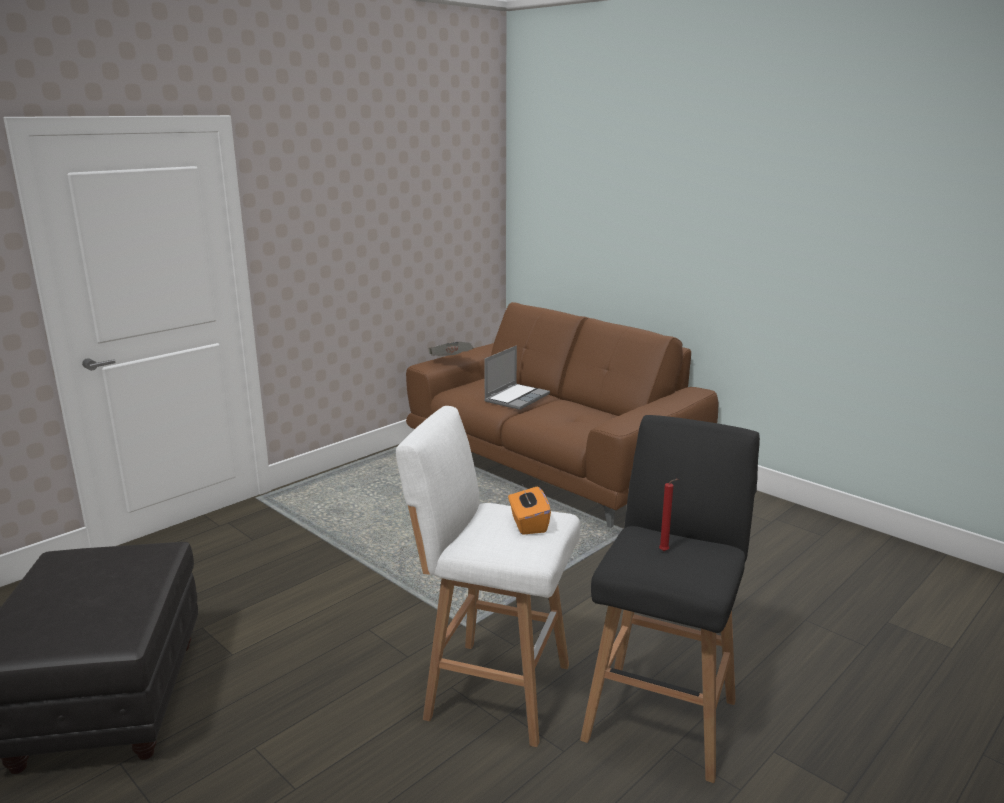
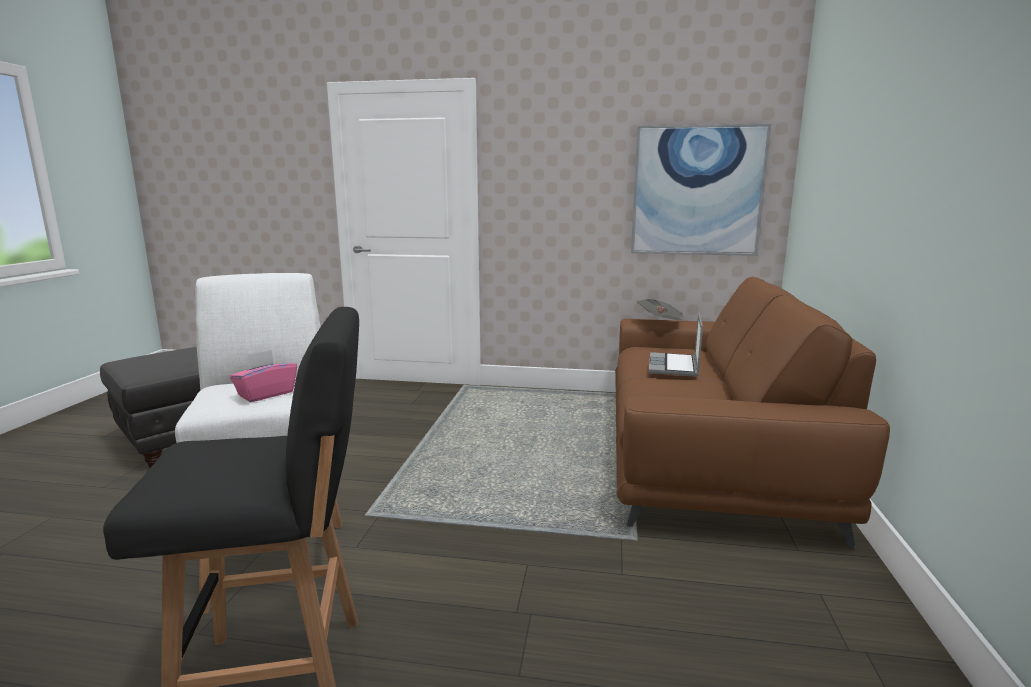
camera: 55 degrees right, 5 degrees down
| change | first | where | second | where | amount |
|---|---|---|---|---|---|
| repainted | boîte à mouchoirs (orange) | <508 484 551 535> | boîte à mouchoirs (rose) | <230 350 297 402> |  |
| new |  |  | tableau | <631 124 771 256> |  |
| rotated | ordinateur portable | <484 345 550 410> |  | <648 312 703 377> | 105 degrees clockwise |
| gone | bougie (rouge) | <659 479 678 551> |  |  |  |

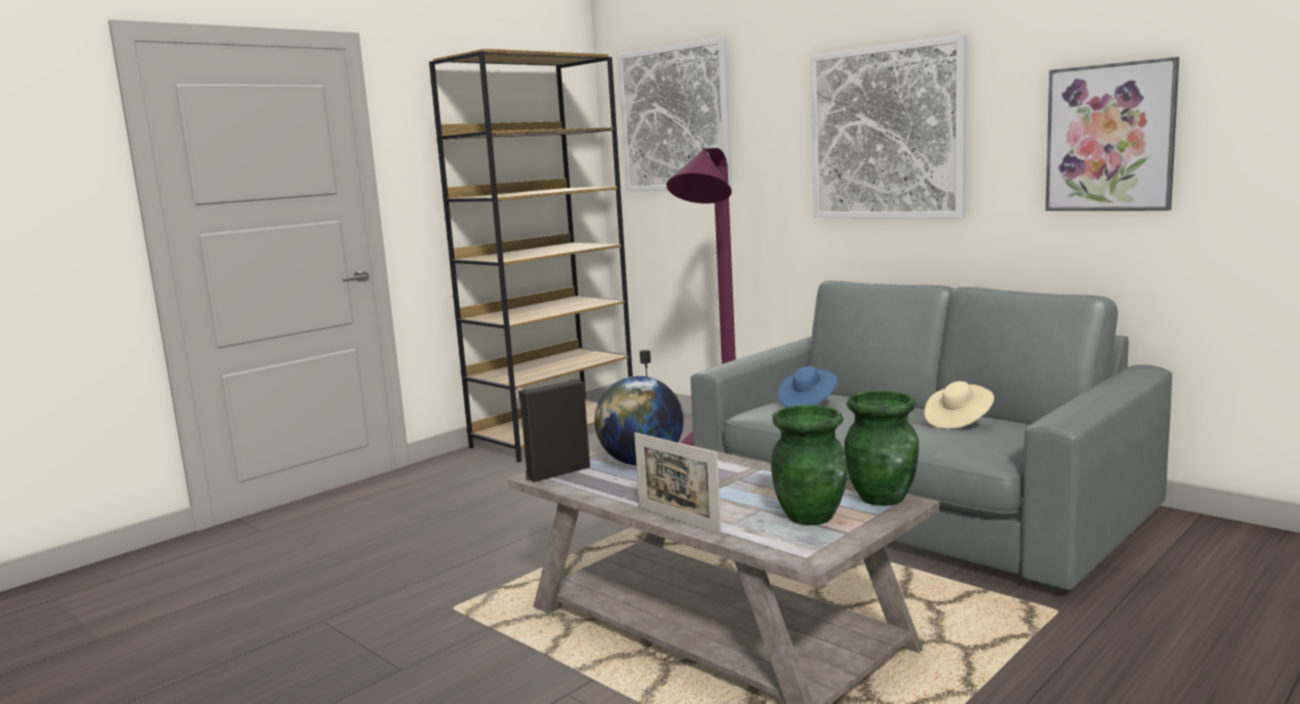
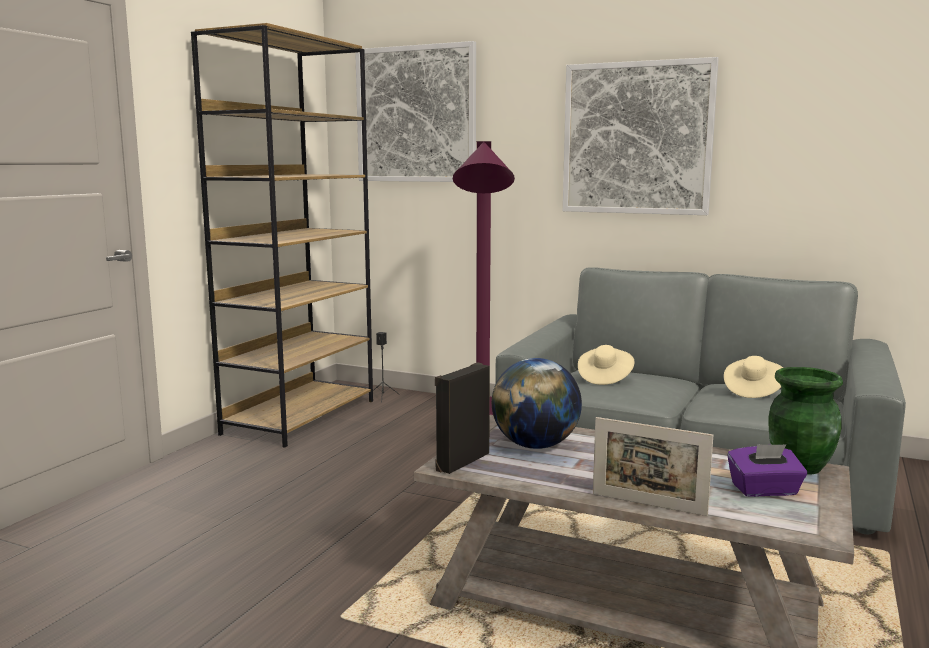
camera: 20 degrees left, 0 degrees up
| change | first | where | second | where | amount |
|---|---|---|---|---|---|
| repainted | chapeau (bleu) | <778 366 838 407> | chapeau (beige) | <578 345 634 385> |  |
| swapped | vase (vert) | <771 405 847 525> | boîte à mouchoirs (violet) | <727 444 807 497> |  |
| gone | tableau | <1045 57 1179 211> |  |  |  |

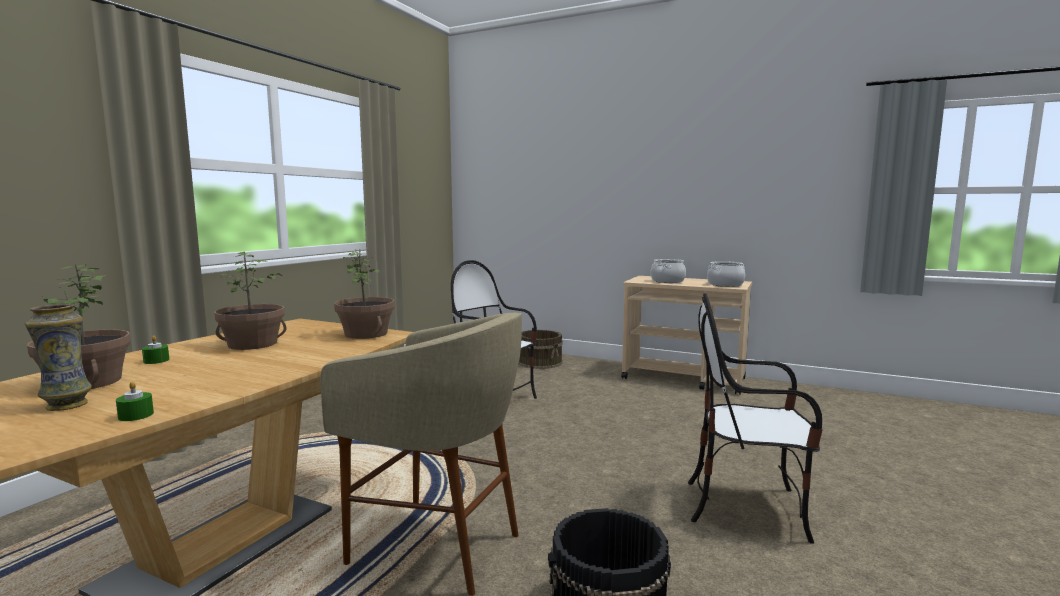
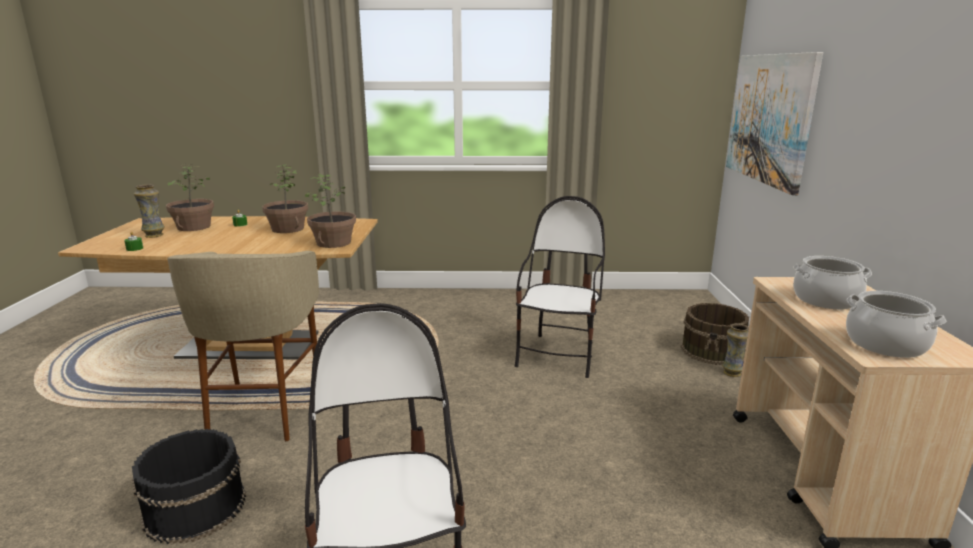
camera: 65 degrees right, 10 degrees up
| change | first | where | second | where | amount |
|---|---|---|---|---|---|
| new |  |  | vase | <722 323 749 377> |  |
| new |  |  | tableau | <726 52 823 195> |  |

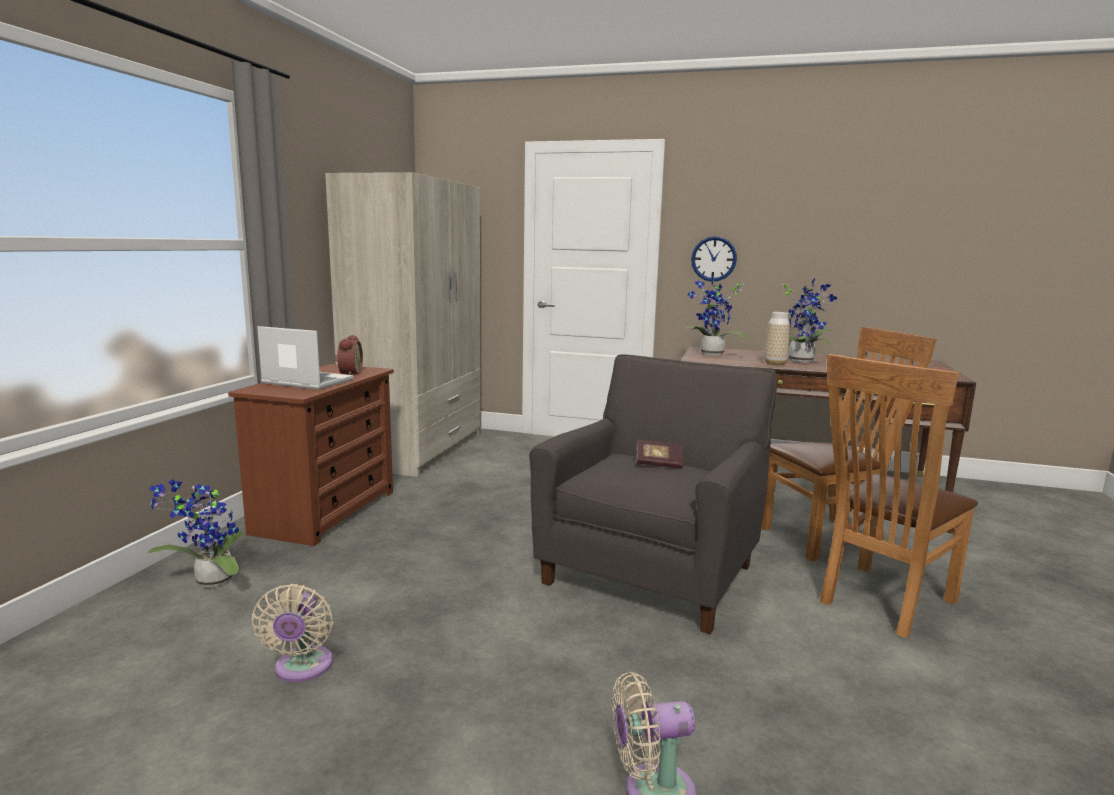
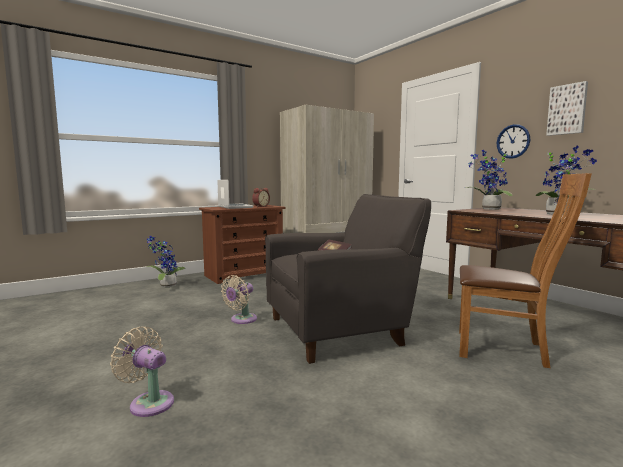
camera: 40 degrees right, 5 degrees down
| change | first | where | second | where | amount |
|---|---|---|---|---|---|
| shifted | ventilateur (beige) | <251 584 333 682> |  | <221 275 257 324> |  |
| new |  |  | tableau | <546 81 588 136> |  |
| gone | vase | <764 312 790 365> |  |  |  |
| gone | chaise (marron) | <820 354 978 638> |  |  |  |

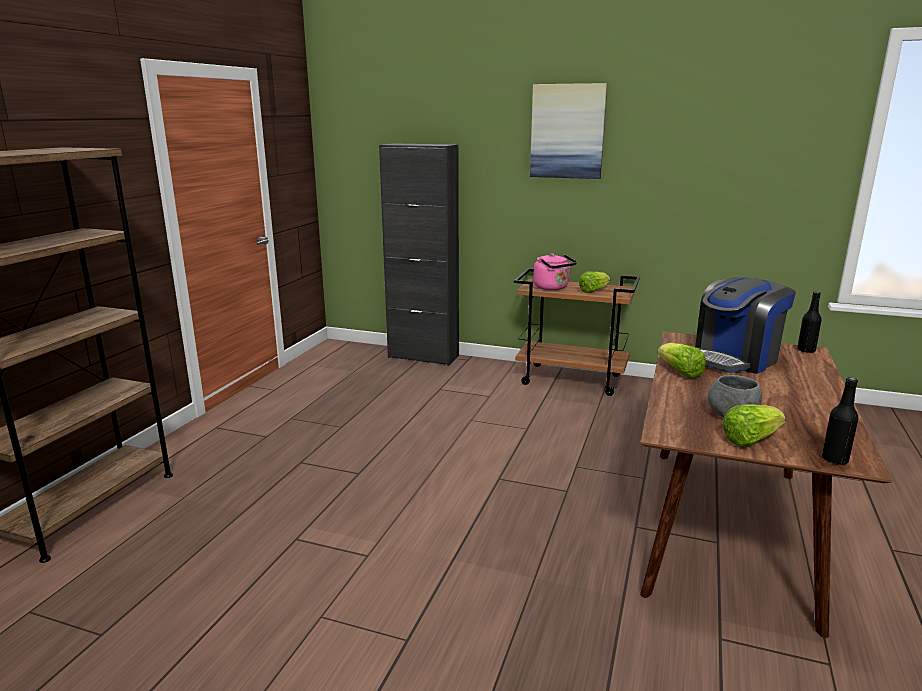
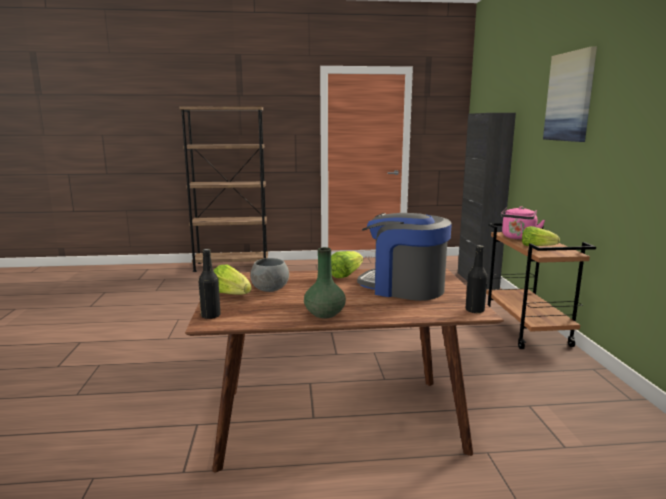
camera: 65 degrees right, 5 degrees down
| change | first | where | second | where | amount |
|---|---|---|---|---|---|
| new |  |  | vase (vert) | <304 247 346 318> |  |

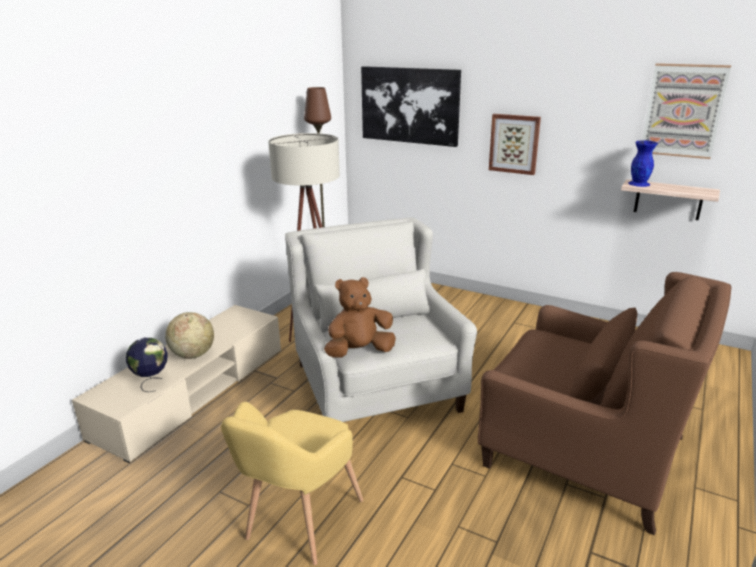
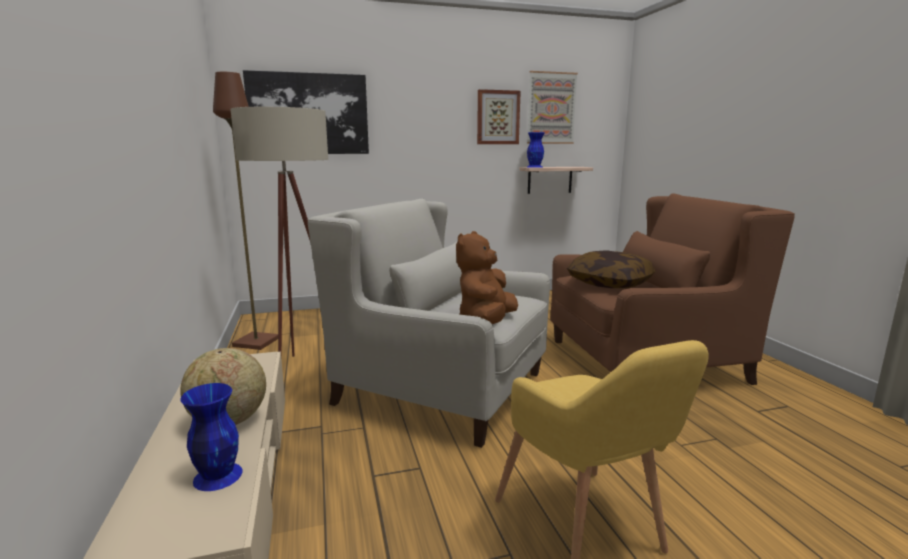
camera: 45 degrees left, 10 degrees down
| change | first | where | second | where | amount |
|---|---|---|---|---|---|
| swapped | globe | <126 338 168 392> | vase (bleu) | <180 383 243 491> |  |
| shifted | tableau | <489 114 541 175> |  | <477 89 521 144> |  |
| new |  |  | coussin | <567 250 655 288> |  |

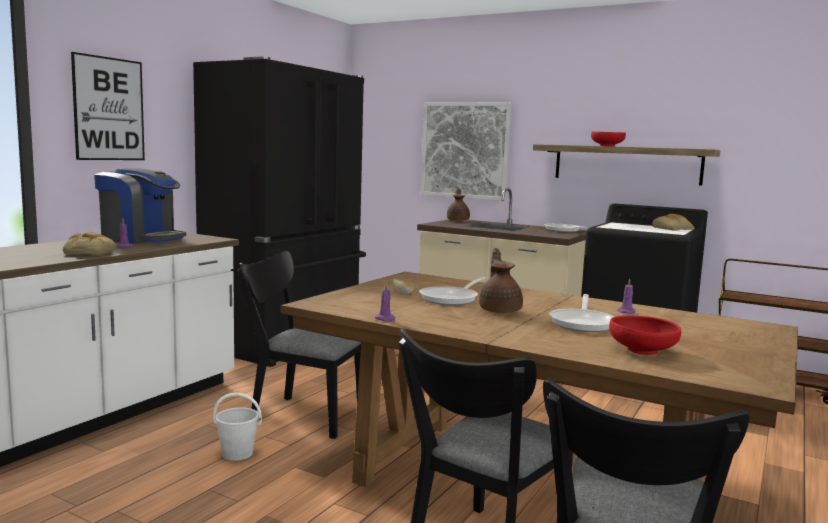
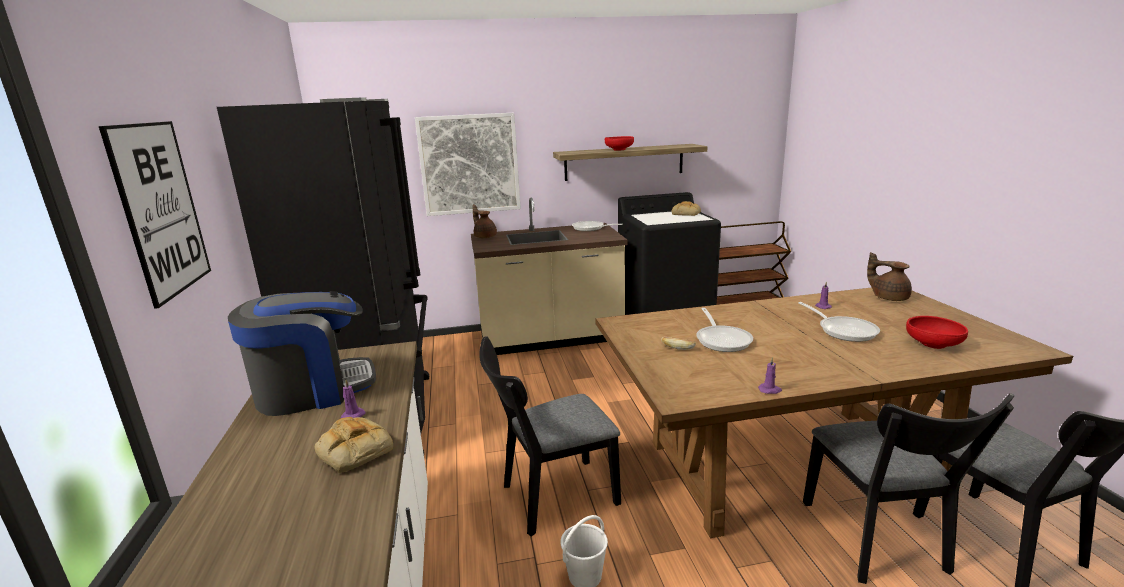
camera: 40 degrees left, 10 degrees up
| change | first | where | second | where | amount |
|---|---|---|---|---|---|
| shifted | théière (marron) | <479 248 523 313> |  | <867 252 912 301> |  |

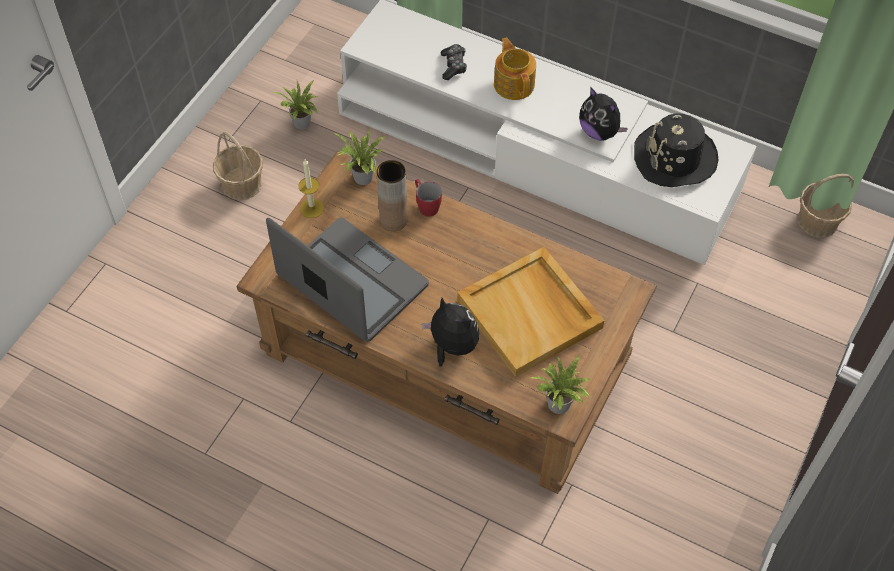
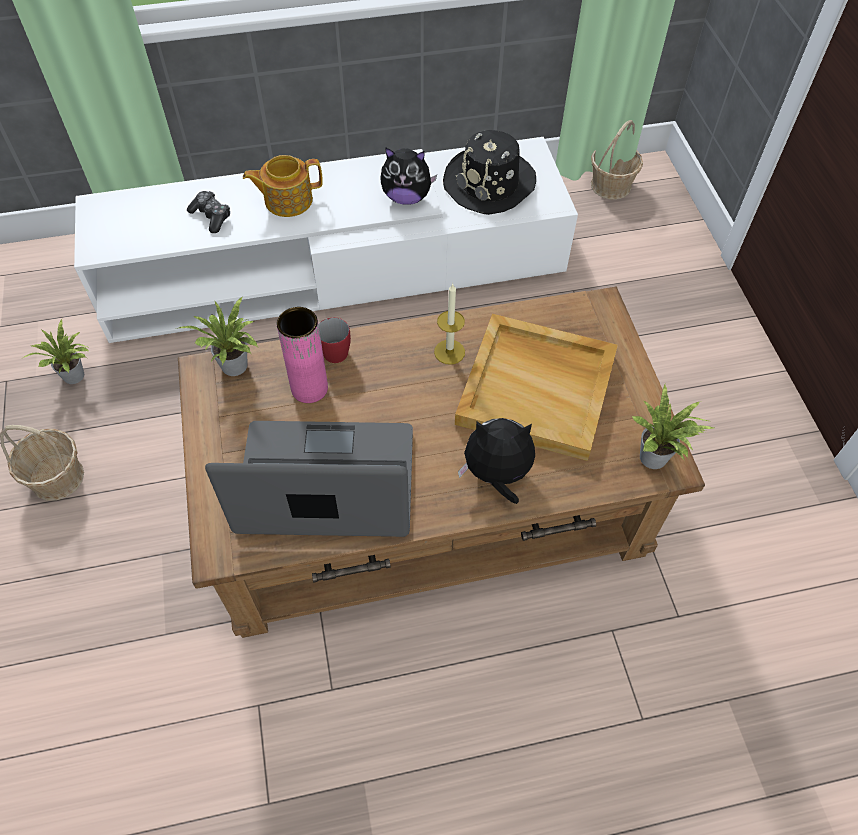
camera: 40 degrees left, 0 degrees up
| change | first | where | second | where | amount |
|---|---|---|---|---|---|
| rotated | théière | <494 37 536 100> |  | <243 155 323 217> | 45 degrees counterclockwise |
| repainted | vase (marron) | <377 160 408 231> | vase (rose) | <277 307 328 403> |  |
| shifted | bougie | <298 159 324 218> |  | <434 283 465 365> |  |

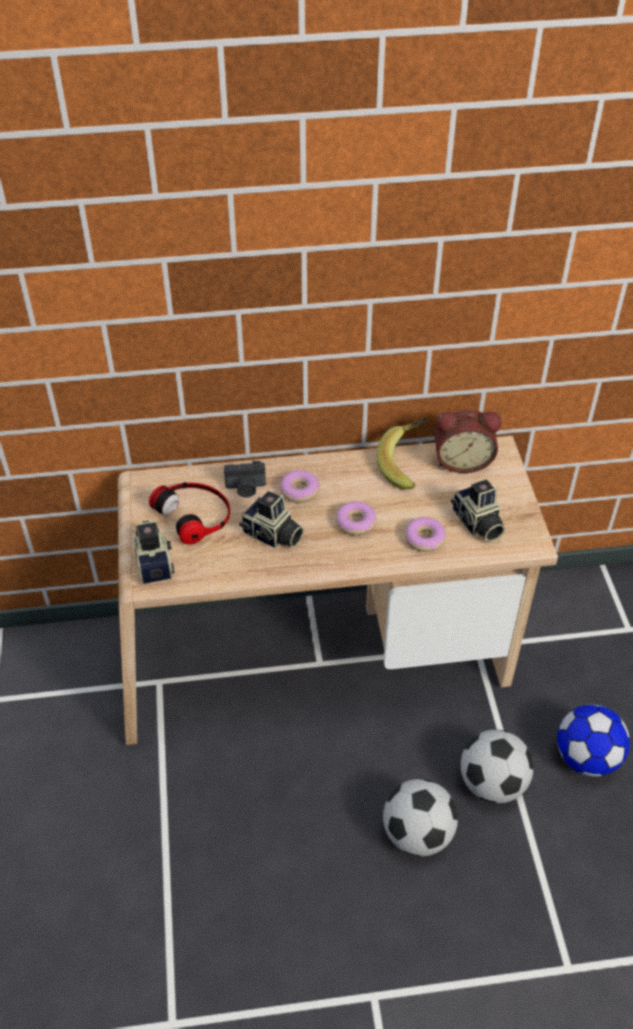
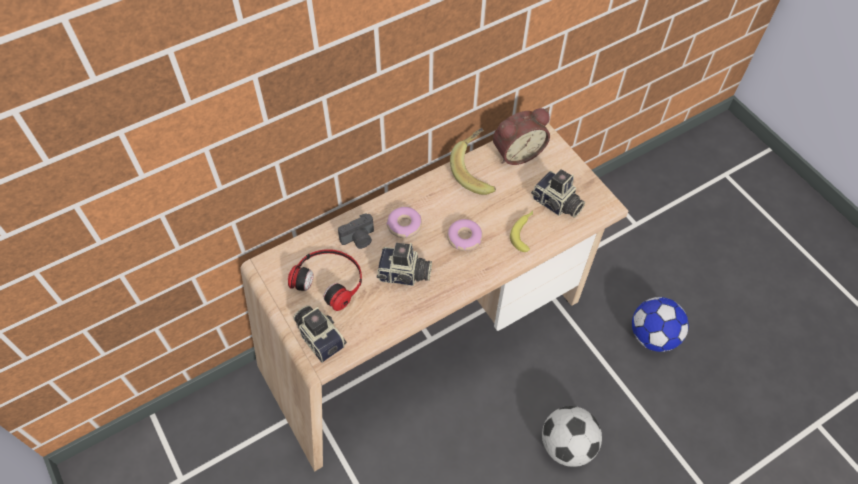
camera: 25 degrees left, 10 degrees up
| change | first | where | second | where | amount |
|---|---|---|---|---|---|
| swapped | beignet | <405 517 446 552> | banane | <510 211 533 252> |  |
| gone | ballon de foot | <461 729 534 803> |  |  |  |

